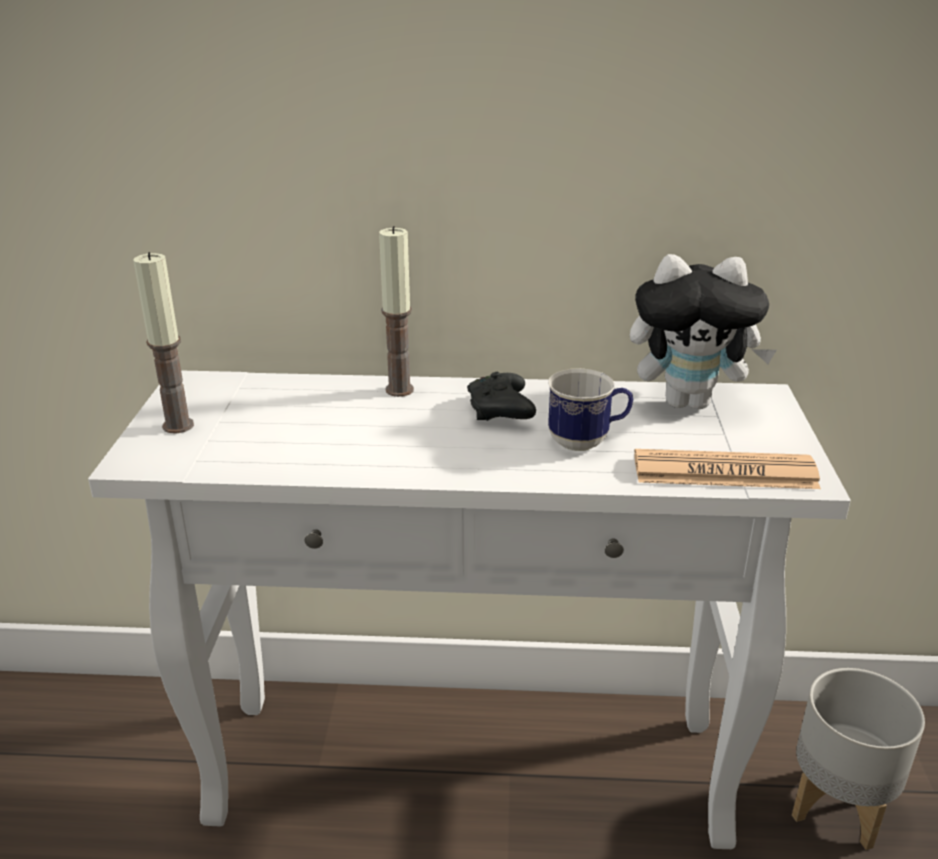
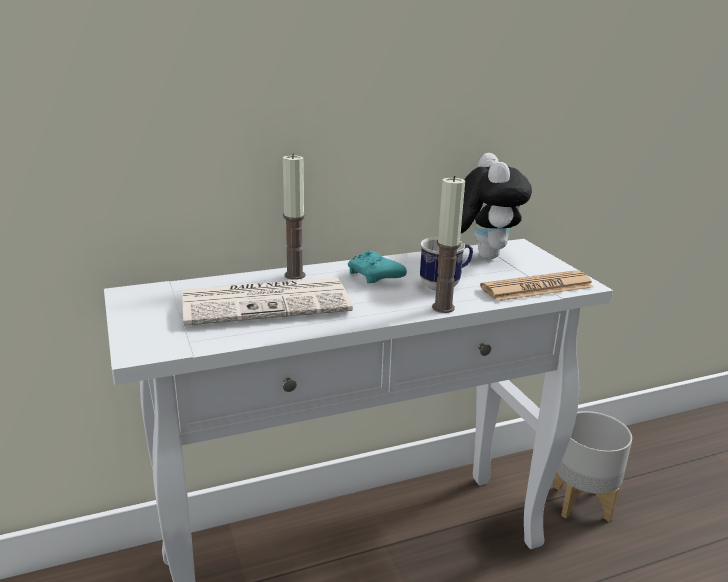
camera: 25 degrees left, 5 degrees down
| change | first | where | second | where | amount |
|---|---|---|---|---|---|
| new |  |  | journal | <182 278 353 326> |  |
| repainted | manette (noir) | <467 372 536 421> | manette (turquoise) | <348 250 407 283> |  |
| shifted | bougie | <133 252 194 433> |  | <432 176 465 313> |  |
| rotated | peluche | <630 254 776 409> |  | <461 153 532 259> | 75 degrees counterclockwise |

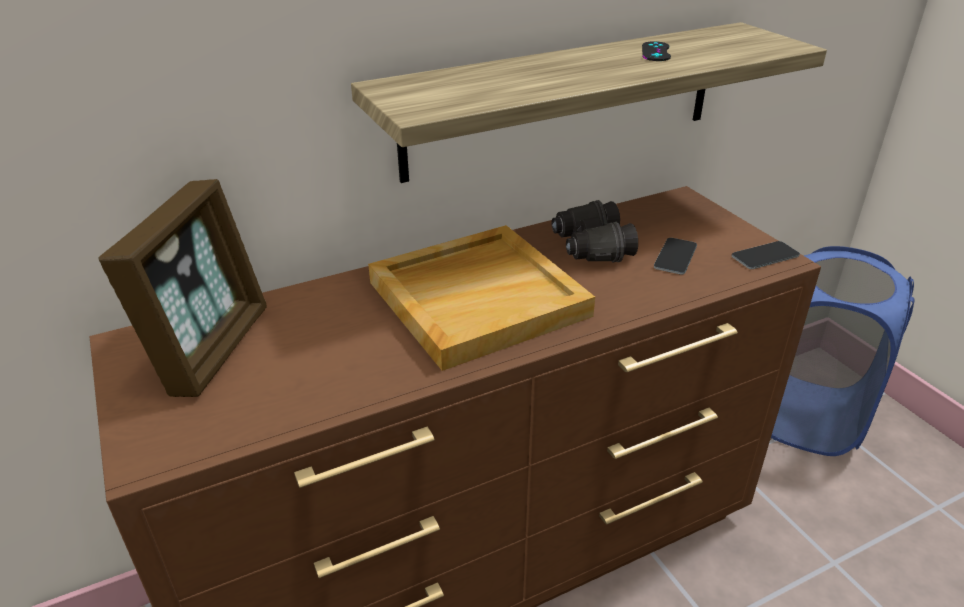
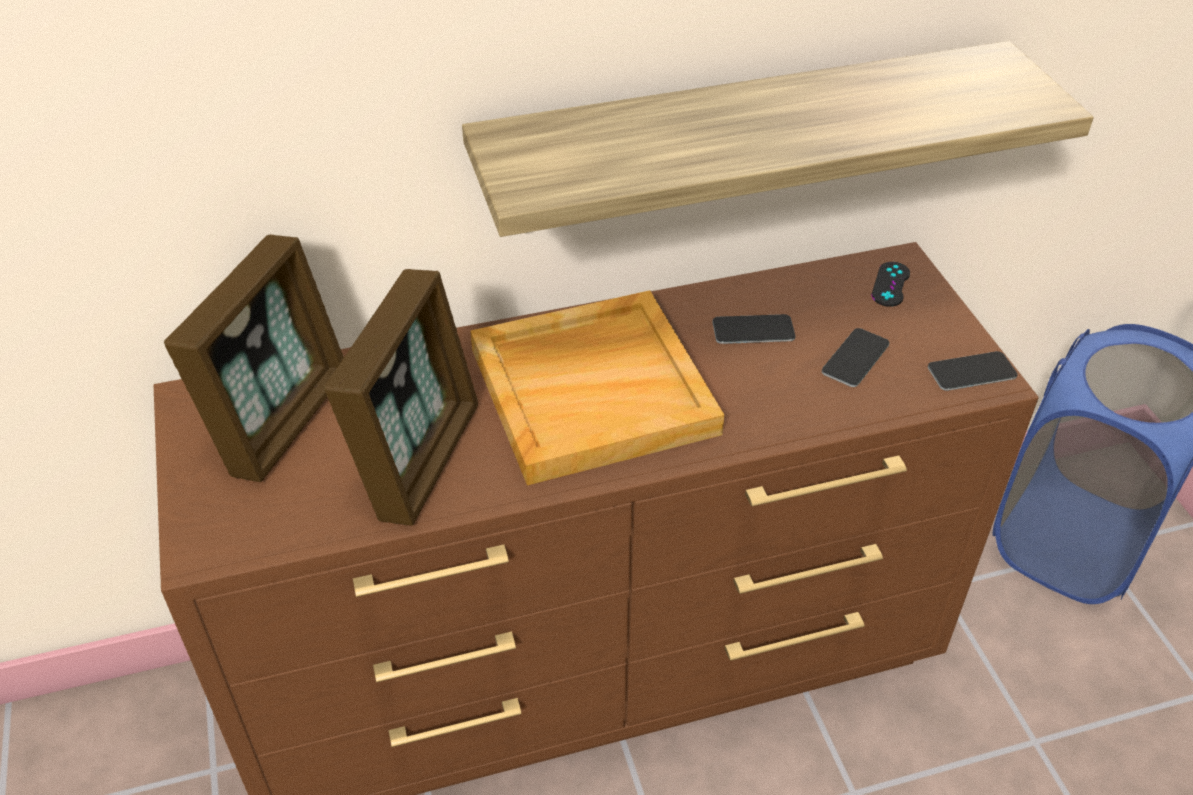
camera: 10 degrees right, 10 degrees up
| change | first | where | second | where | amount |
|---|---|---|---|---|---|
| new |  |  | cadre photo | <324 269 478 526> |  |
| swapped | jumelles (noir) | <552 200 638 263> | téléphone | <713 314 795 344> |  |
| shifted | manette (noir) | <642 41 671 61> |  | <872 262 910 307> |  |

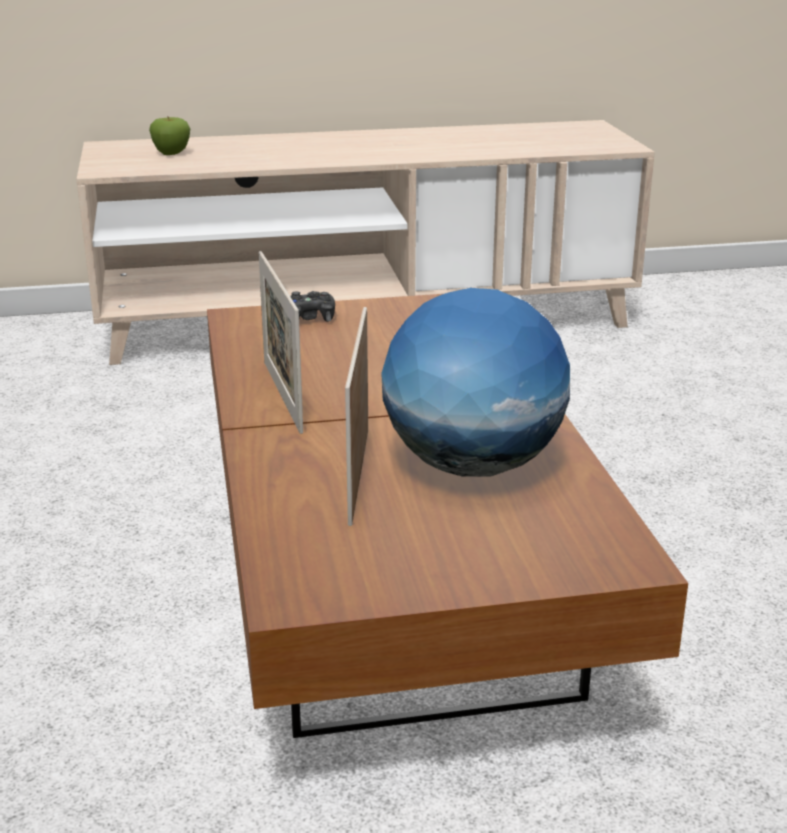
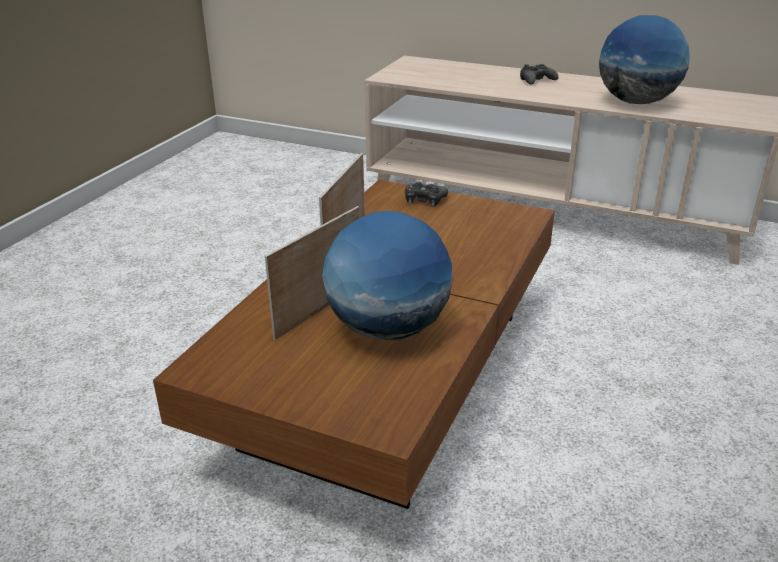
camera: 35 degrees right, 5 degrees up
| change | first | where | second | where | amount |
|---|---|---|---|---|---|
| new |  |  | manette (noir) | <520 64 559 85> |  |
| new |  |  | globe | <599 15 690 104> |  |
| gone | pomme | <149 116 190 155> |  |  |  |

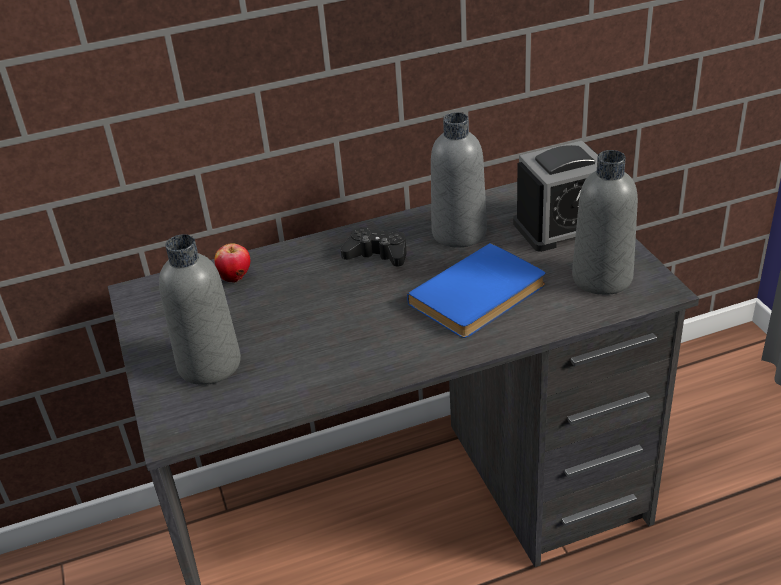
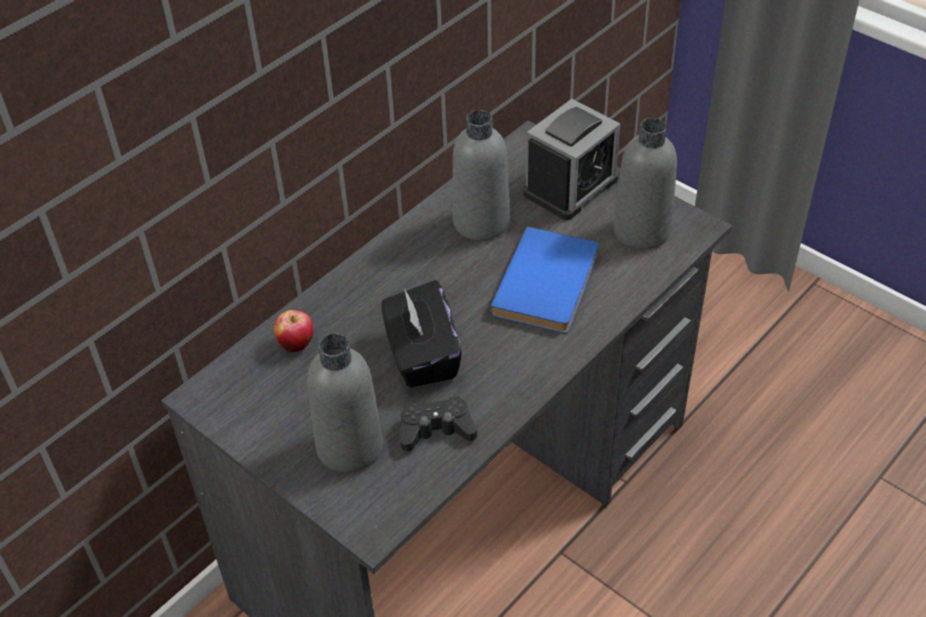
camera: 30 degrees left, 10 degrees up
| change | first | where | second | where | amount |
|---|---|---|---|---|---|
| new |  |  | boîte à mouchoirs (noir) | <381 280 462 387> |  |
| shifted | manette (noir) | <341 227 407 266> |  | <400 396 477 451> |  |

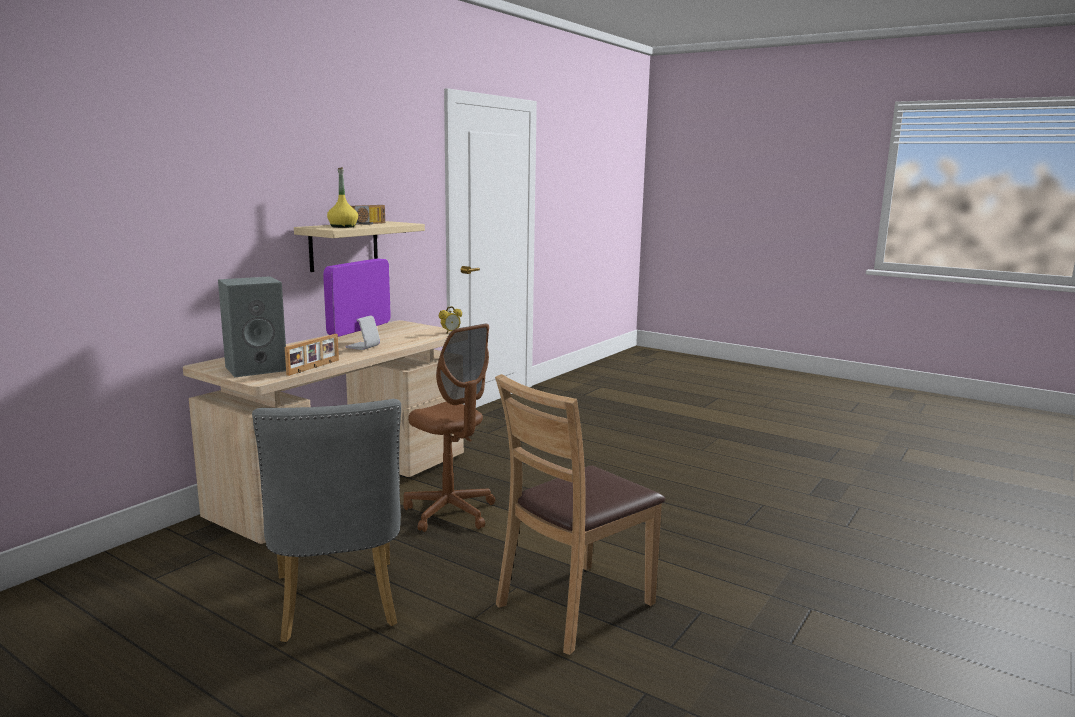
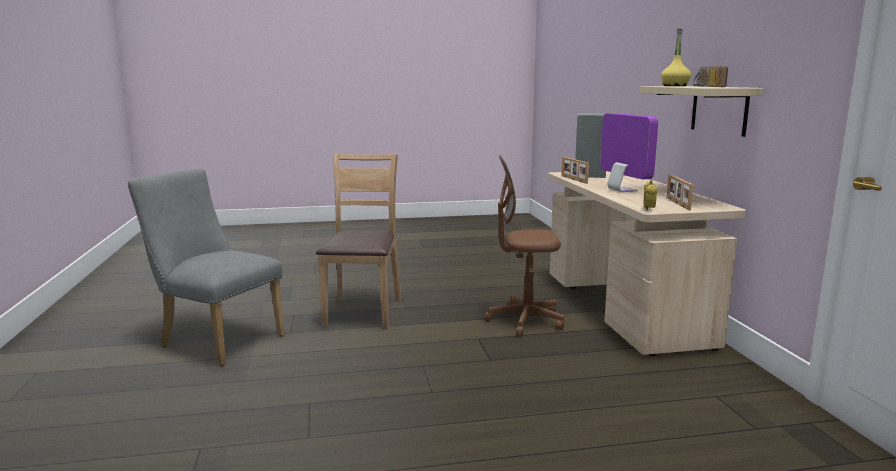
camera: 135 degrees right, 0 degrees up
| change | first | where | second | where | amount |
|---|---|---|---|---|---|
| shifted | chaise (gris) | <252 399 401 642> |  | <128 169 285 366> |  |
| new |  |  | cadre photo | <667 175 693 210> |  |

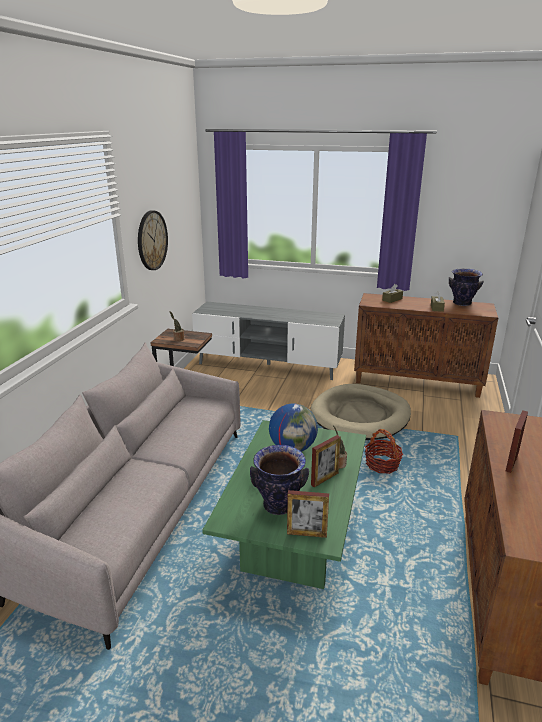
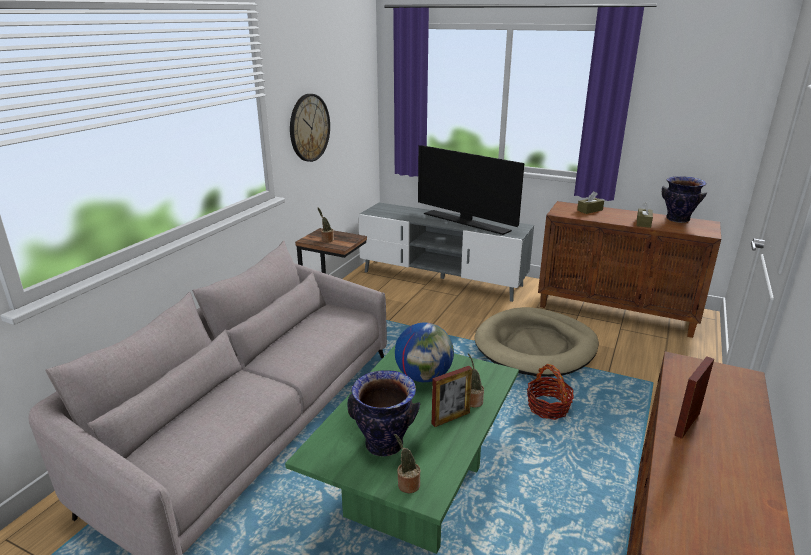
camera: 10 degrees right, 0 degrees up
| change | first | where | second | where | amount |
|---|---|---|---|---|---|
| swapped | cadre photo | <287 490 329 538> | plante en pot | <394 434 420 493> |  |
| new |  |  | téléviseur | <418 145 524 235> |  |

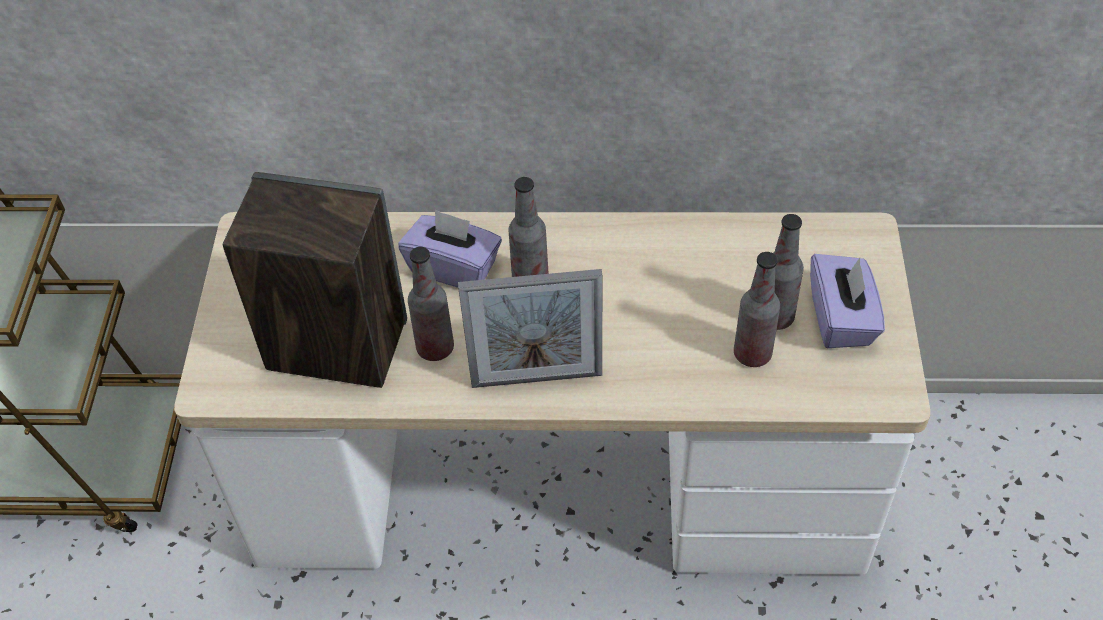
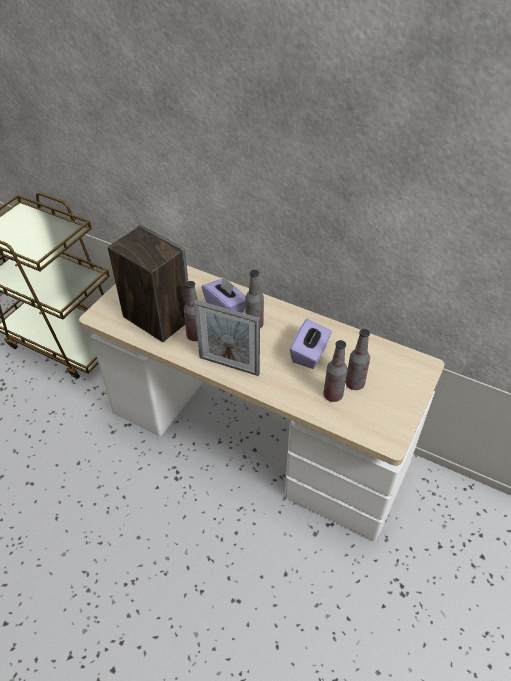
camera: 25 degrees right, 5 degrees down
| change | first | where | second | where | amount |
|---|---|---|---|---|---|
| shifted | boîte à mouchoirs (violet) | <810 254 885 348> |  | <290 319 332 369> |  |

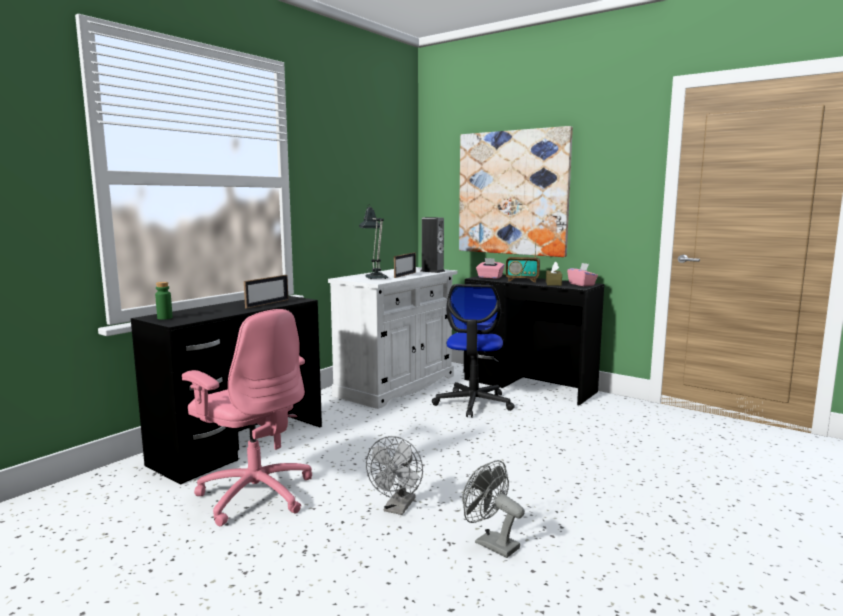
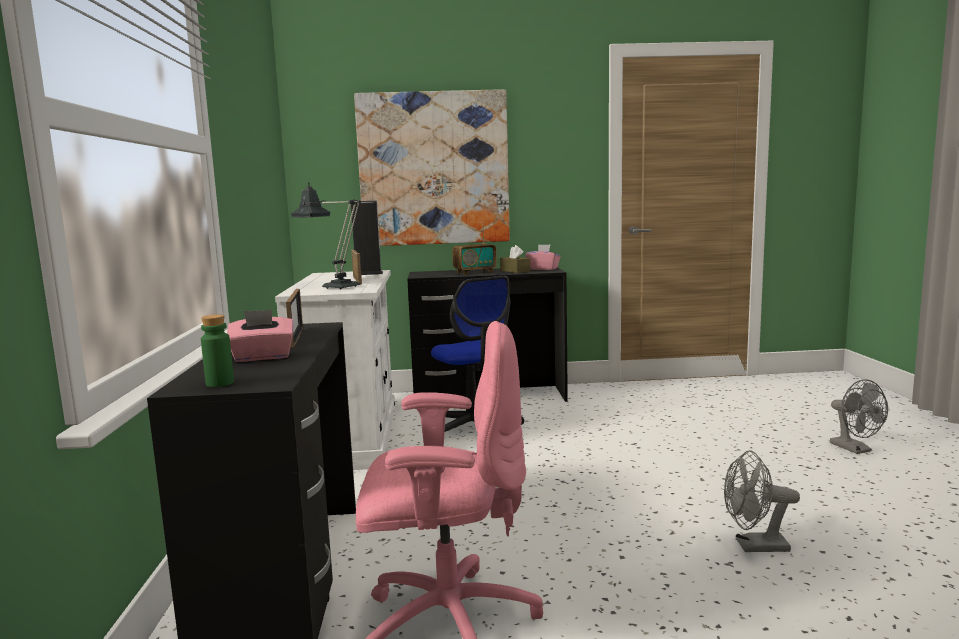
camera: 40 degrees left, 0 degrees up
| change | first | where | second | where | amount |
|---|---|---|---|---|---|
| shifted | boîte à mouchoirs (rose) | <476 258 505 279> |  | <227 309 293 362> |  |
| shifted | ventilateur (gris) | <366 436 423 515> |  | <830 379 888 454> |  |

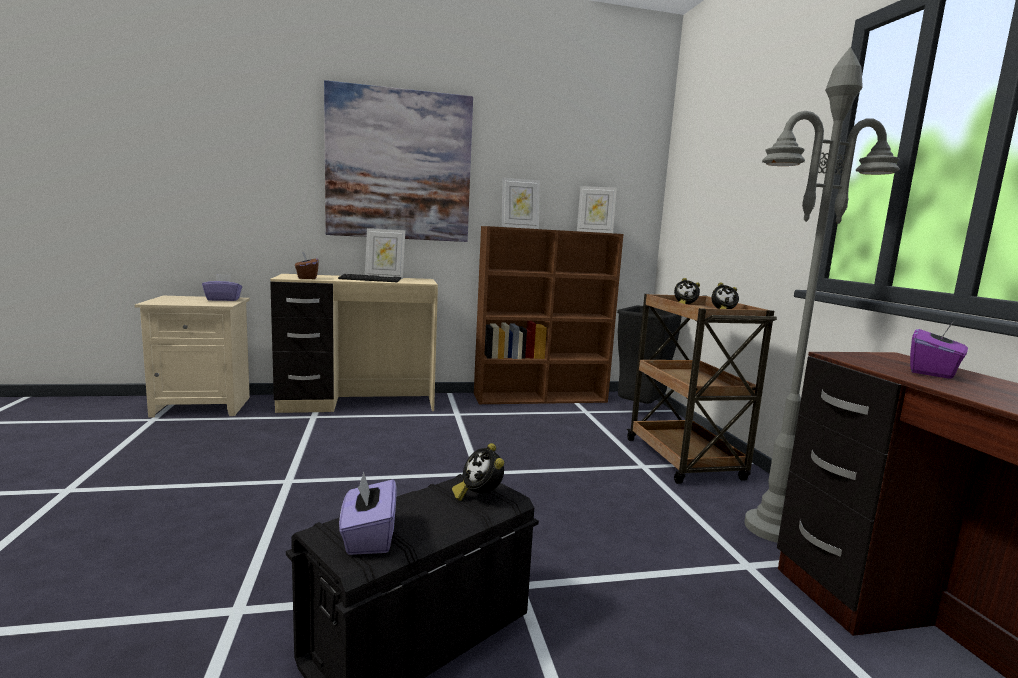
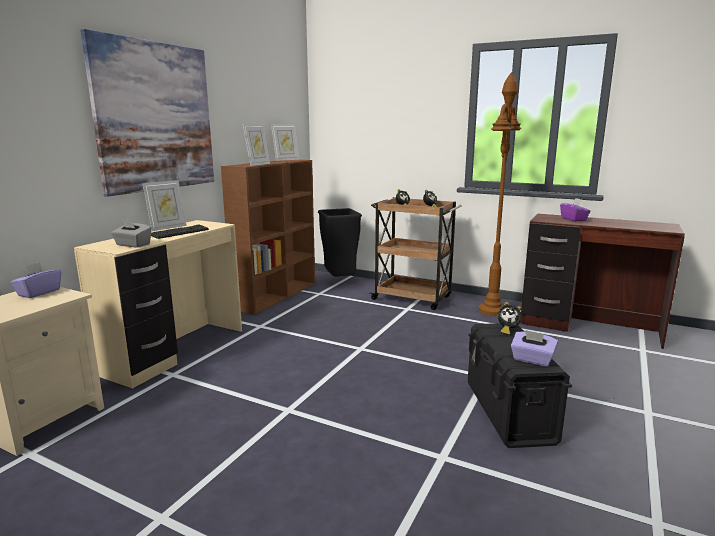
camera: 50 degrees left, 5 degrees up
| change | first | where | second | where | amount |
|---|---|---|---|---|---|
| repainted | boîte à mouchoirs (marron) | <295 252 319 279> | boîte à mouchoirs (gris) | <111 219 152 247> |  |
| repainted | lampadaire (gris) | <744 47 900 543> | lampadaire (marron) | <479 72 521 316> |  |

